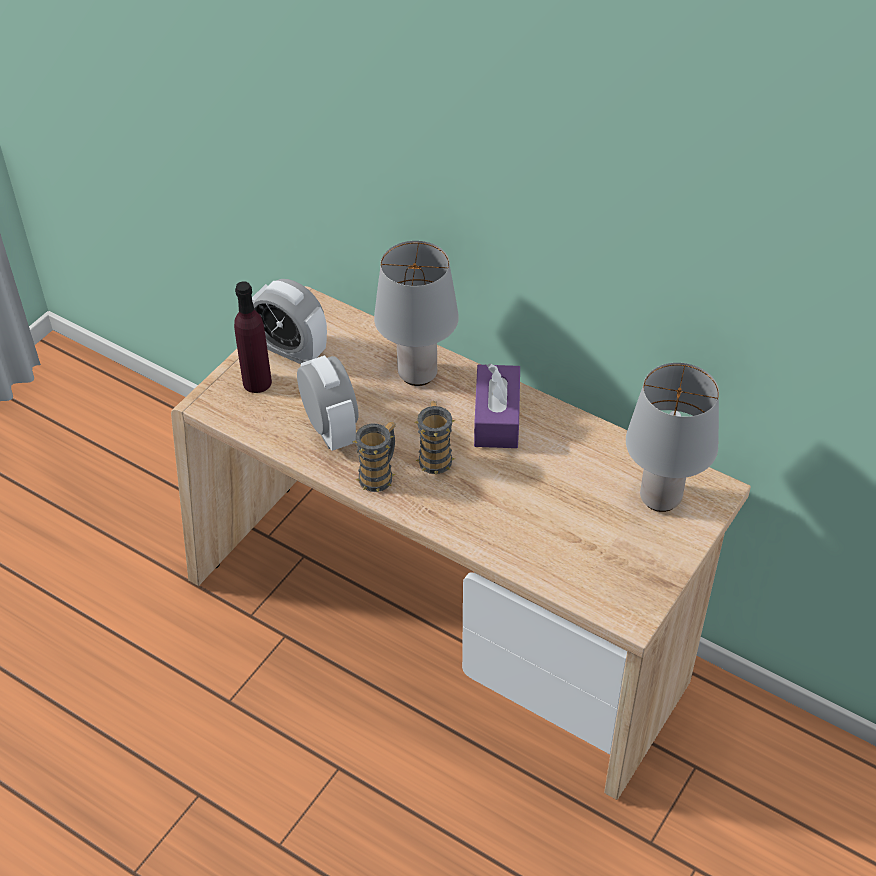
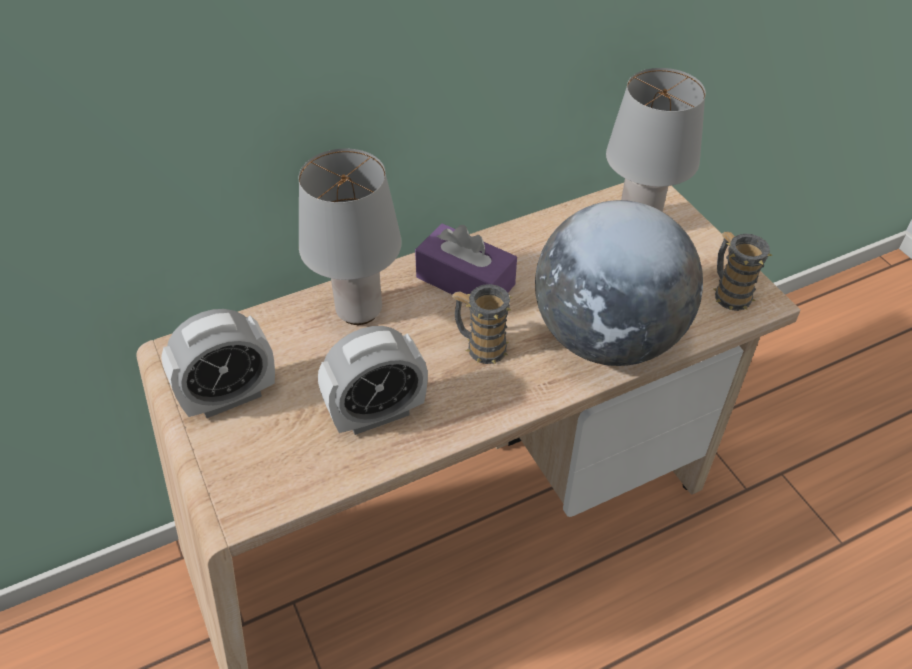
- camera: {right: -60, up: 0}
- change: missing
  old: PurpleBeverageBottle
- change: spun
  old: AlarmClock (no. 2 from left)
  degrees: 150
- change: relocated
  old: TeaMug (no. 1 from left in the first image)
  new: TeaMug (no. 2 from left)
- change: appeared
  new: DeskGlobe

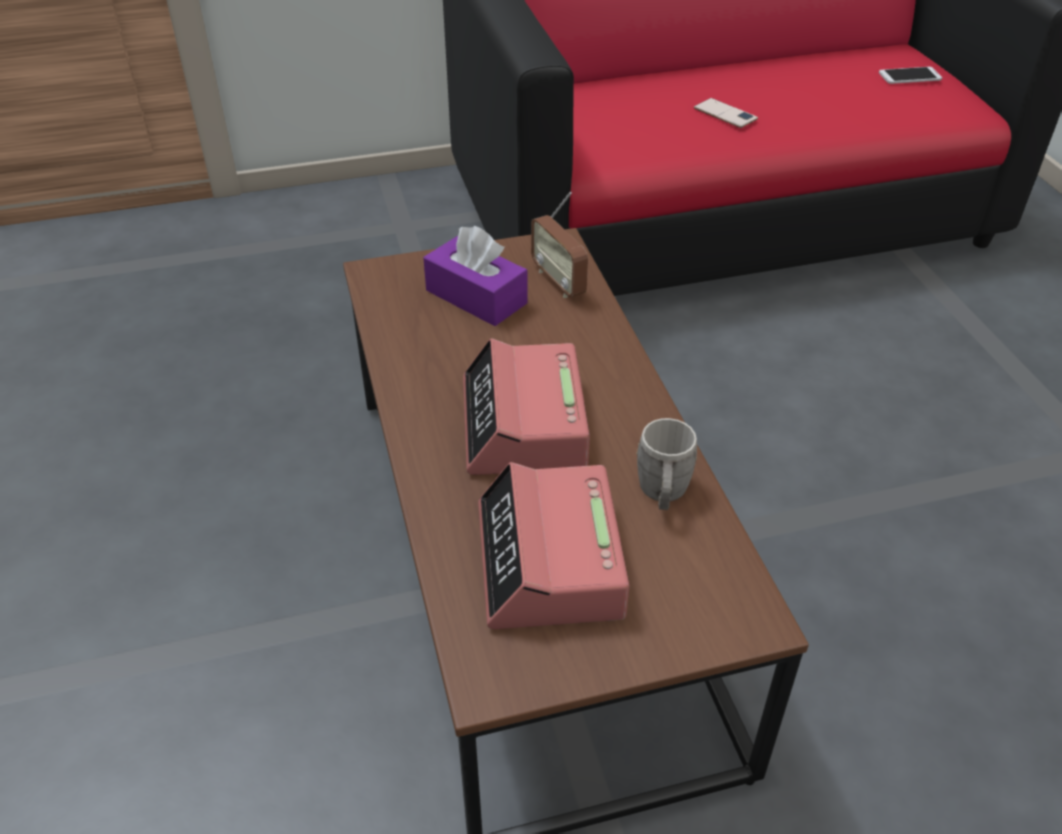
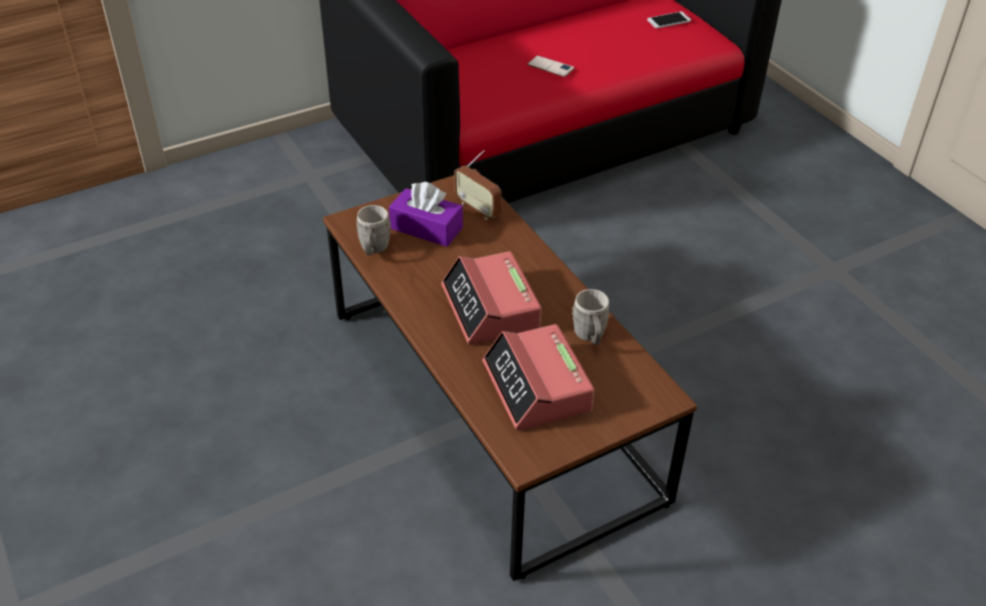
- camera: {right: -15, up: 0}
- change: appeared
  new: GrayTeaMug (no. 1 from left)

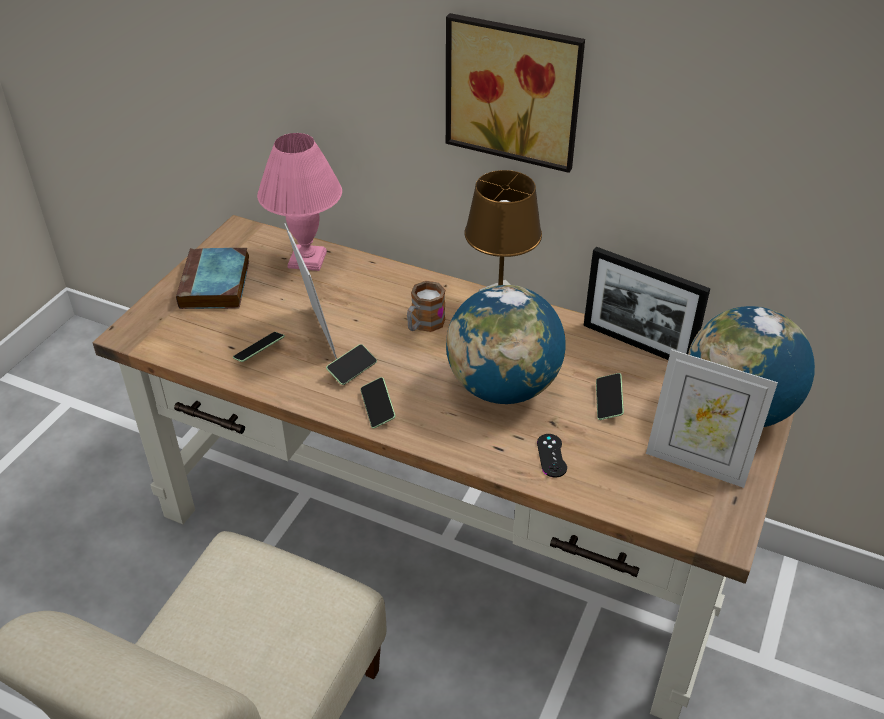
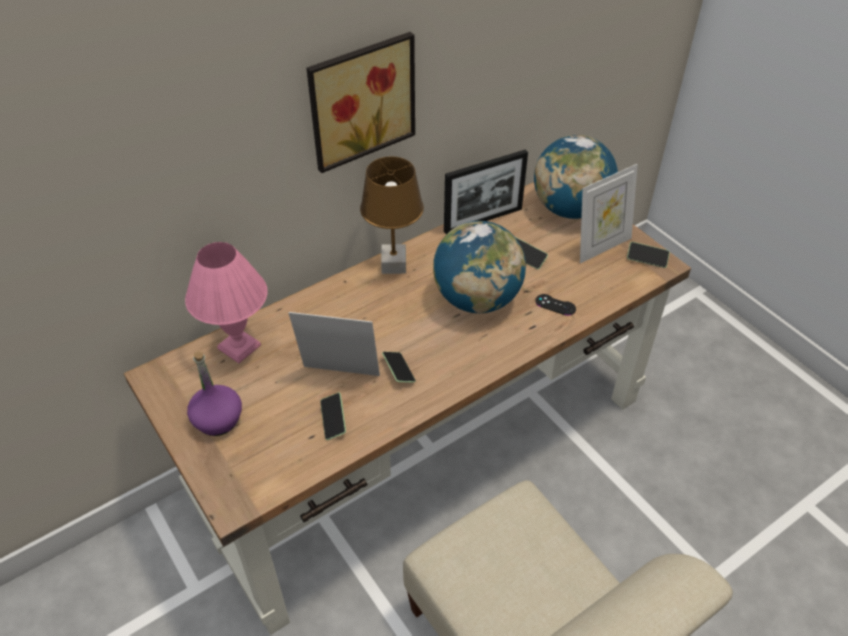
- camera: {right: -60, up: 5}
- change: exchanged
  old: Volume
  new: PurpleBeverageBottle
- change: relocated
  old: Phone (no. 3 from left in the first image)
  new: Phone (no. 4 from left)
- change: missing
  old: TeaMug

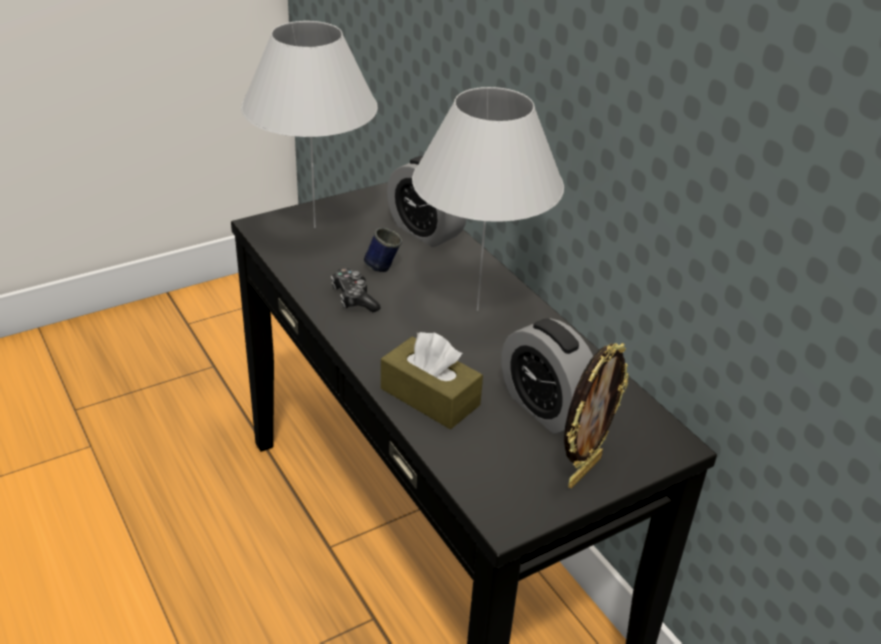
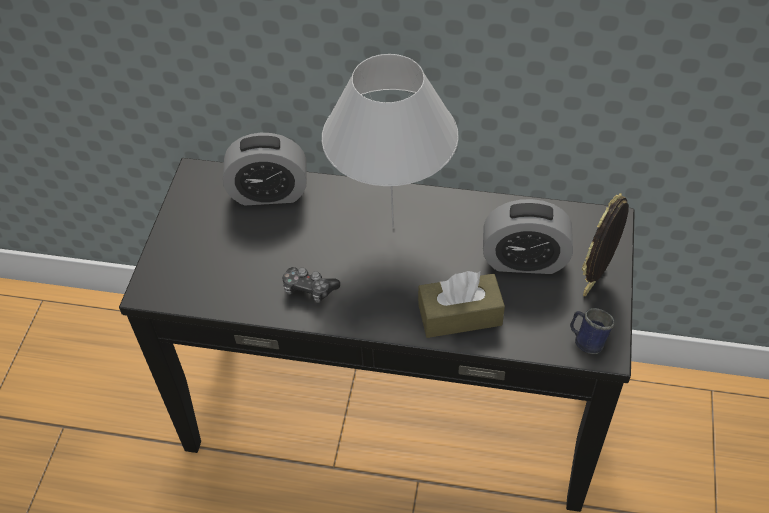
- camera: {right: -45, up: 15}
- change: missing
  old: WhitishTableLamp (no. 1 from left)
- change: relocated
  old: BlueTeaMug
- change: spun
  old: PhotoFrame
  degrees: -135

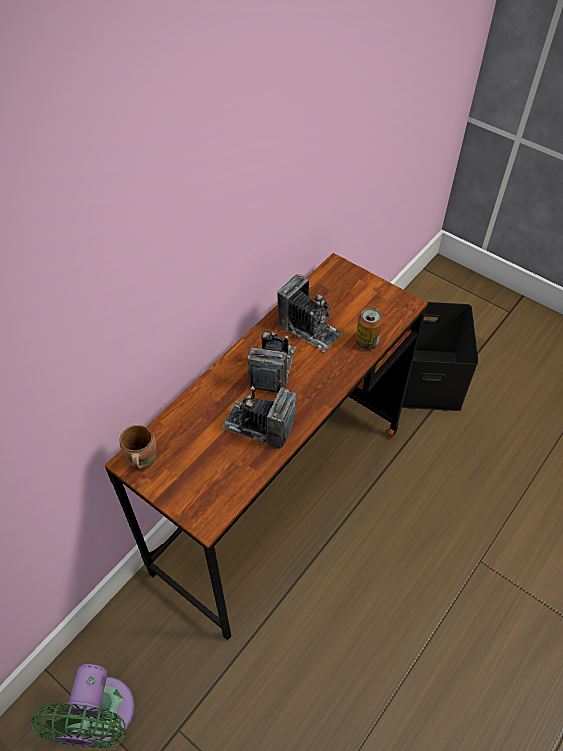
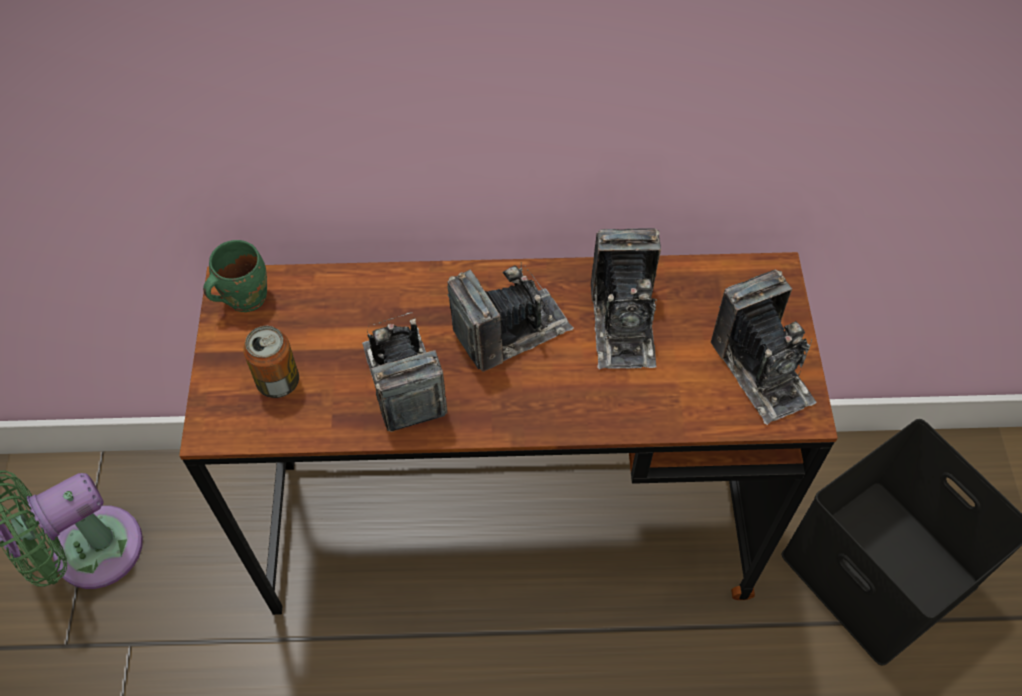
- camera: {right: 50, up: 5}
- change: colour
  old: BrownColouredTeaMug
  new: GreenTeaMug
- change: relocated
  old: Can
- change: appeared
  new: StillCamera (no. 4 from left)

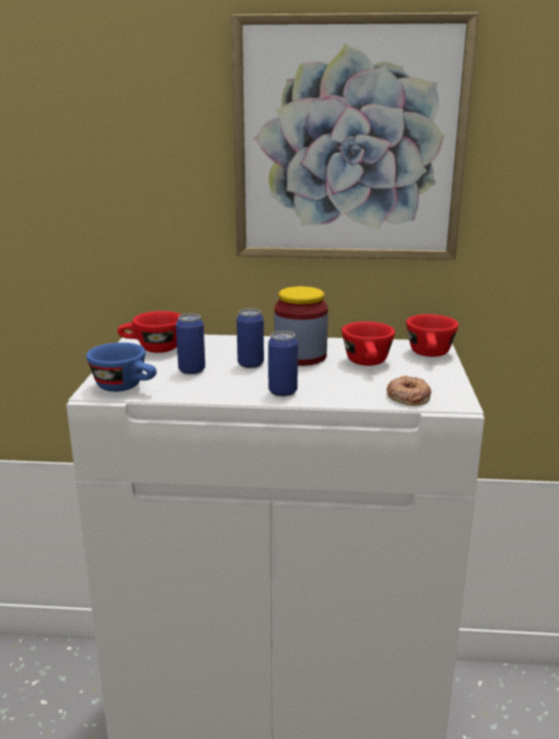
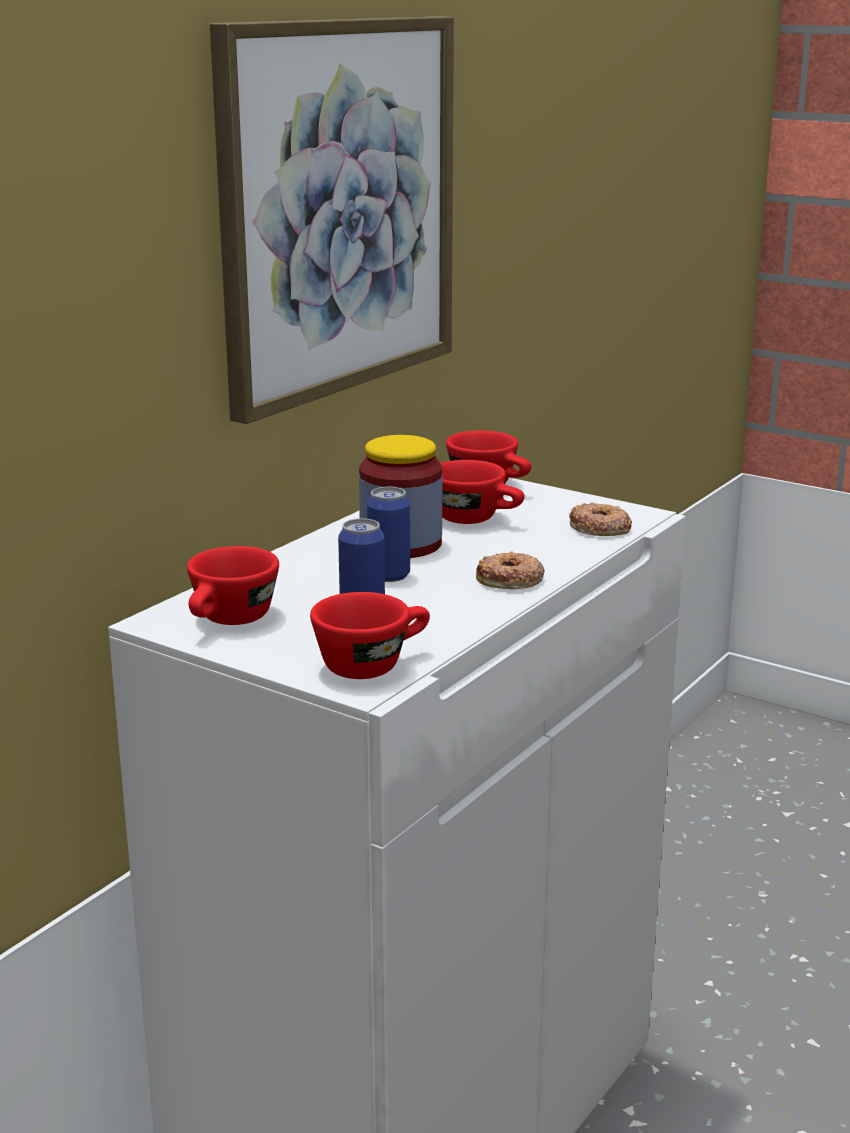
- camera: {right: -60, up: 0}
- change: colour
  old: BlueDrinkingCup
  new: ReddishDrinkingCup (no. 2 from left)
- change: exchanged
  old: Can (no. 3 from left)
  new: Donut (no. 1 from left)

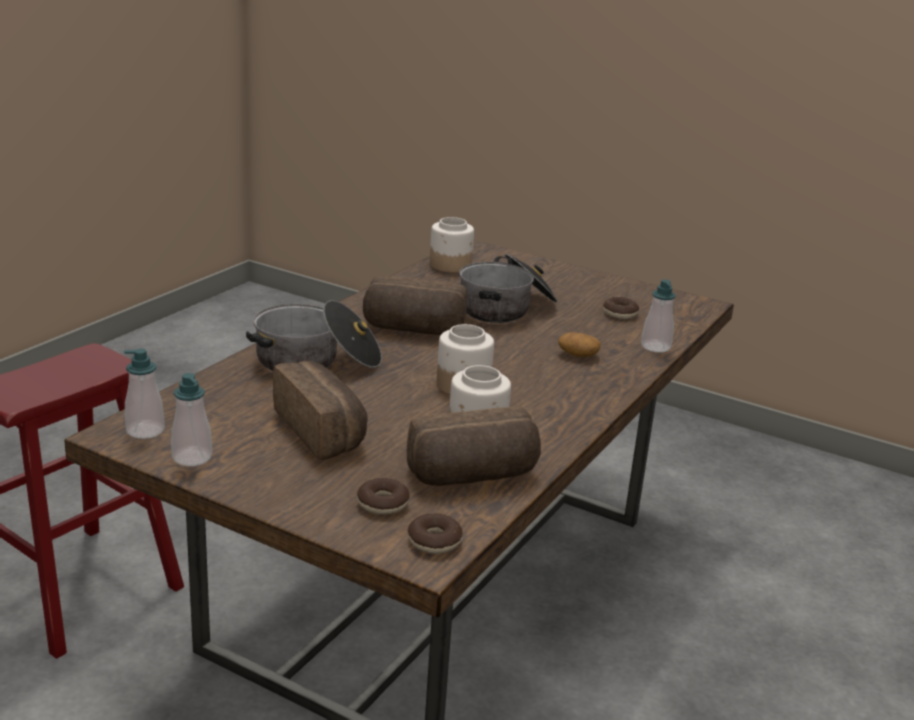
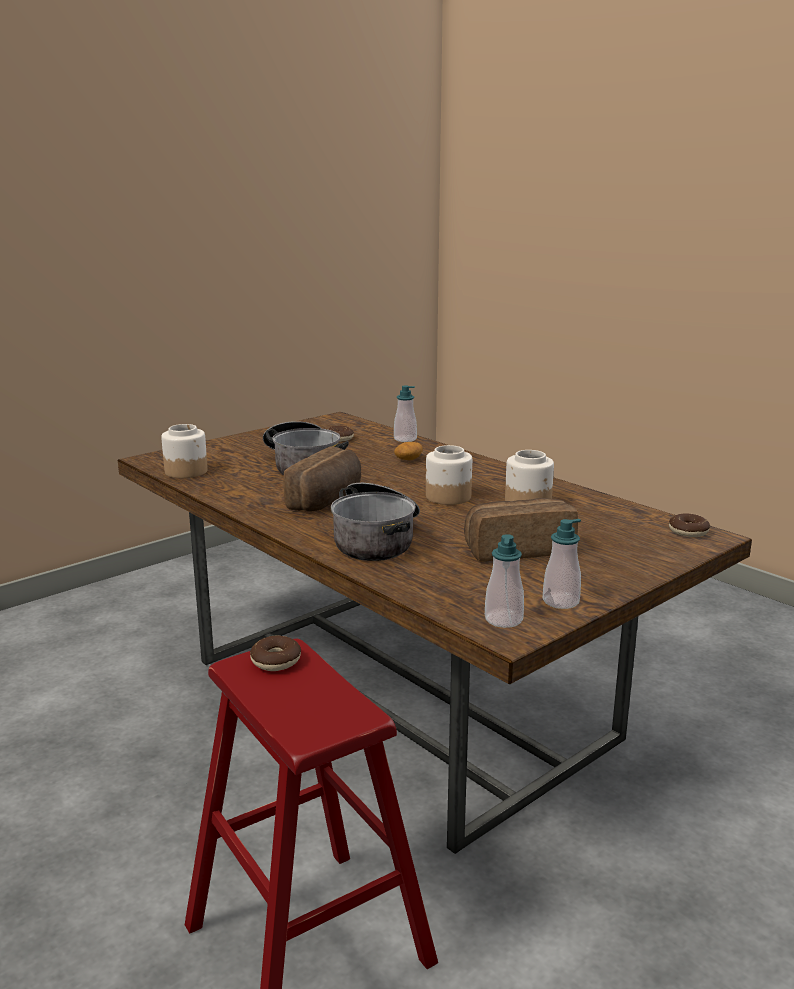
- camera: {right: -70, up: -5}
- change: relocated
  old: Donut (no. 1 from left)
- change: missing
  old: BakedBread (no. 3 from left)

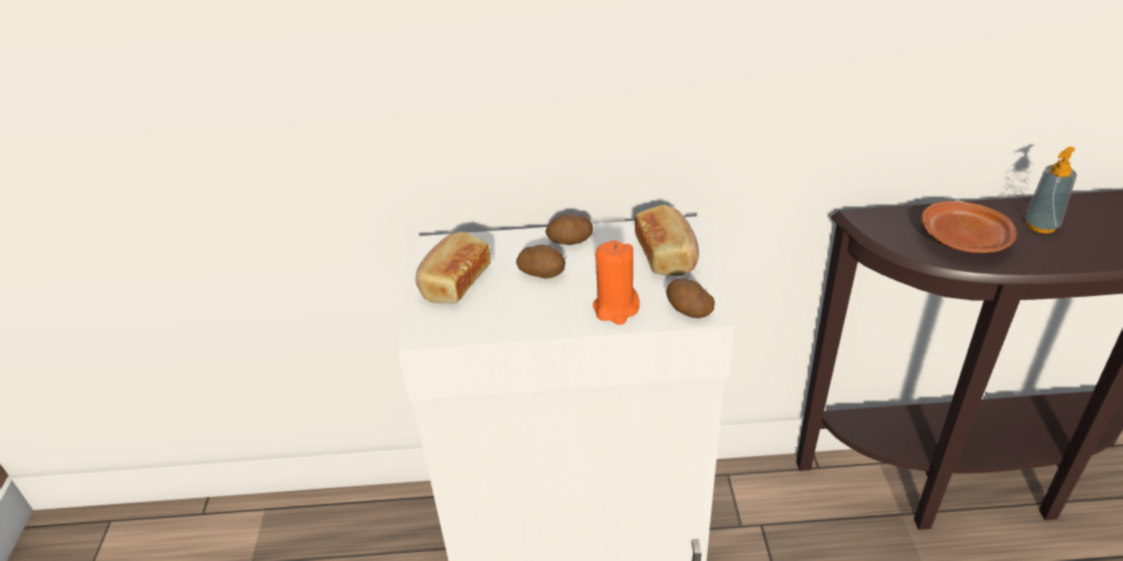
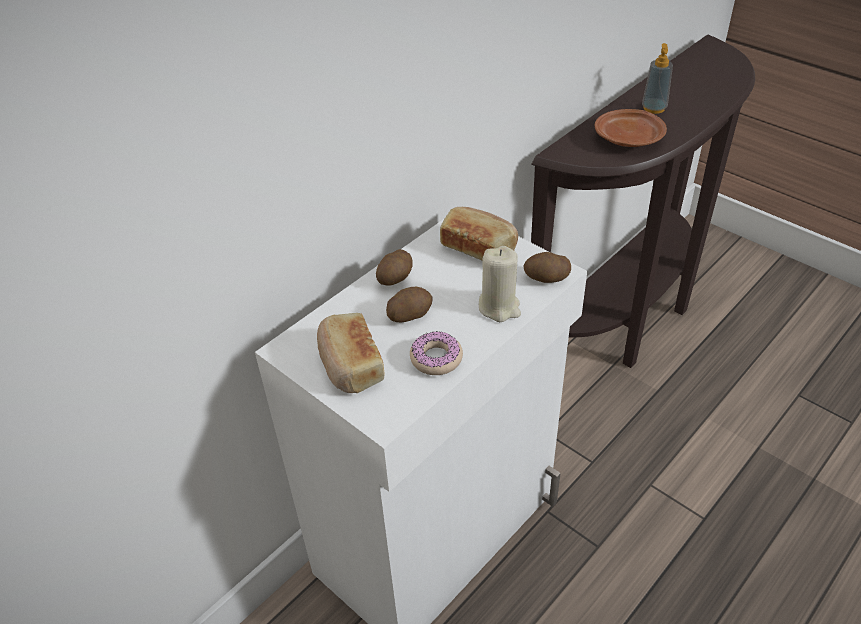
- camera: {right: -45, up: 5}
- change: colour
  old: OrangeColouredWaxLight
  new: BeigeWaxLight
- change: appeared
  new: Donut

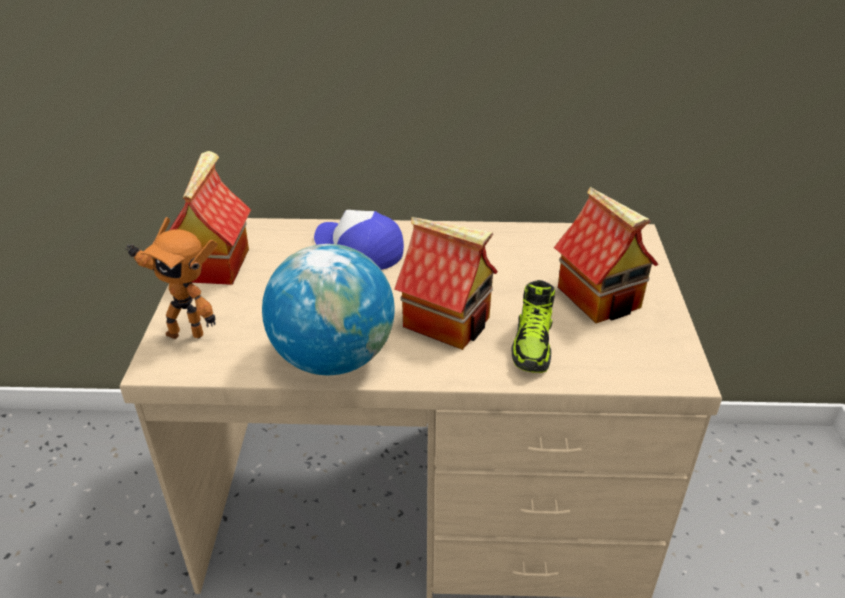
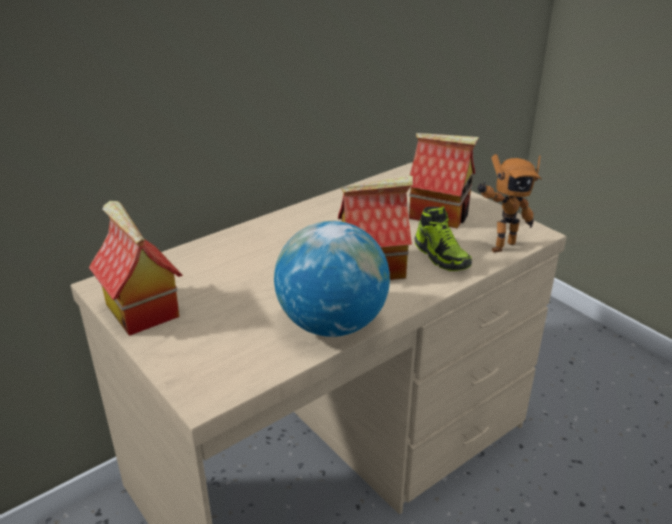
- camera: {right: -40, up: -5}
- change: relocated
  old: ModelRobot
- change: missing
  old: BaseballCap

